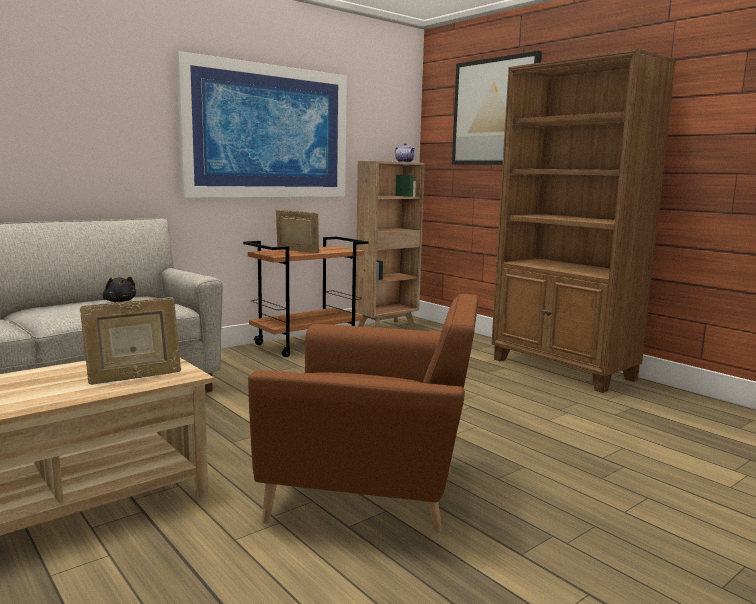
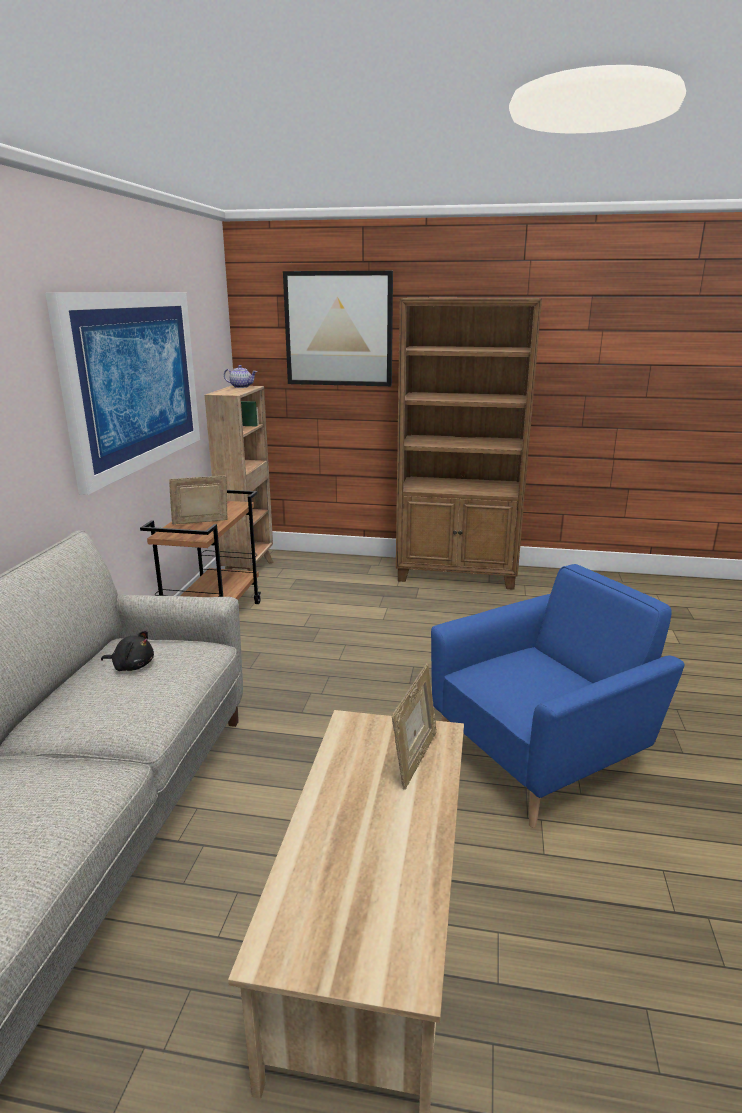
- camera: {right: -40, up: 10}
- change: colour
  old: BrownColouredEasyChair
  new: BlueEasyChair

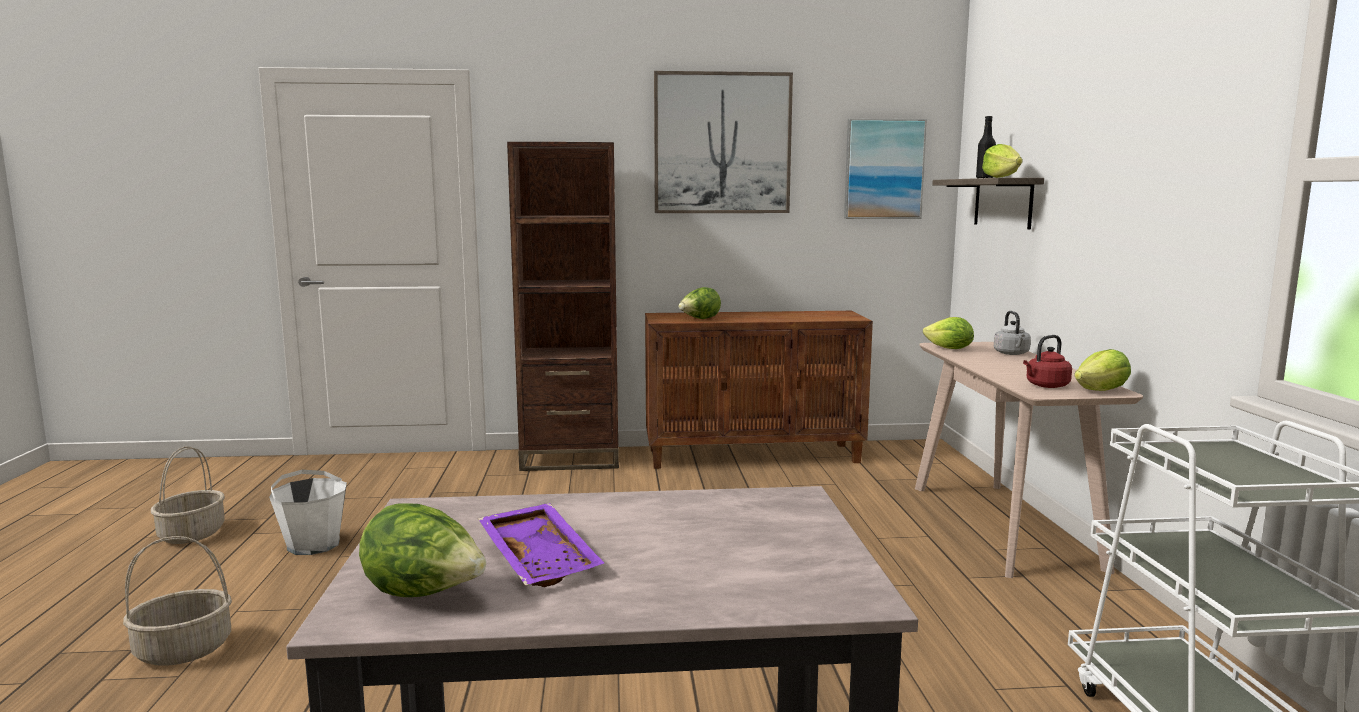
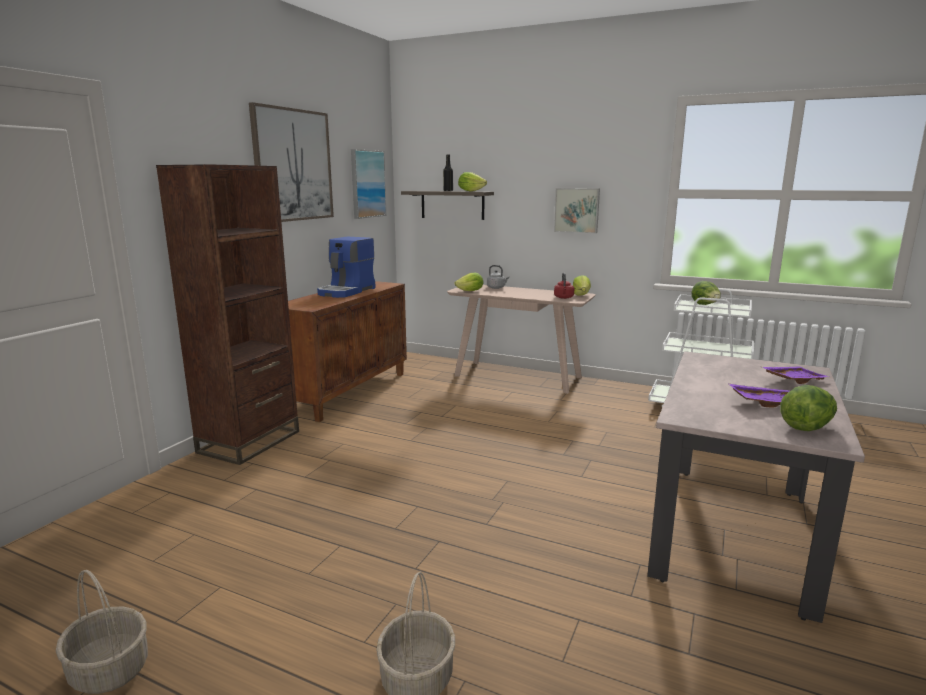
- camera: {right: -60, up: 5}
- change: missing
  old: WhitishBucket
- change: relocated
  old: HeadOfLettuce (no. 2 from left in the first image)
  new: HeadOfLettuce (no. 4 from left)
- change: appeared
  new: CoffeeMachine
- change: appeared
  new: Picture (no. 3 from left)
- change: appeared
  new: PurpleServingTray (no. 2 from left)

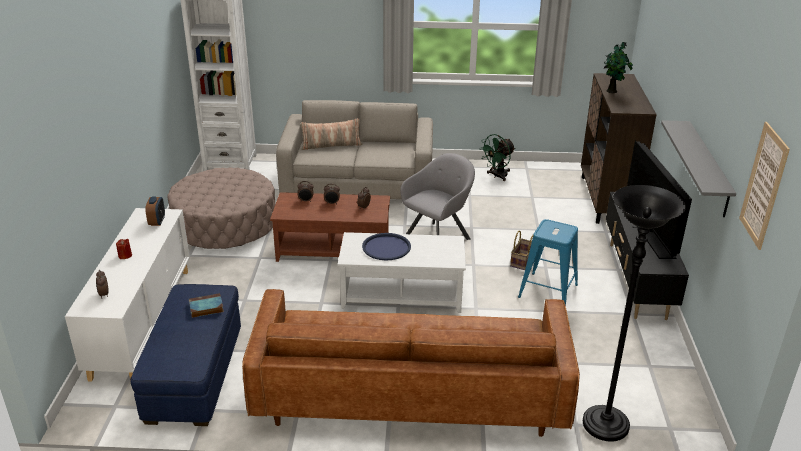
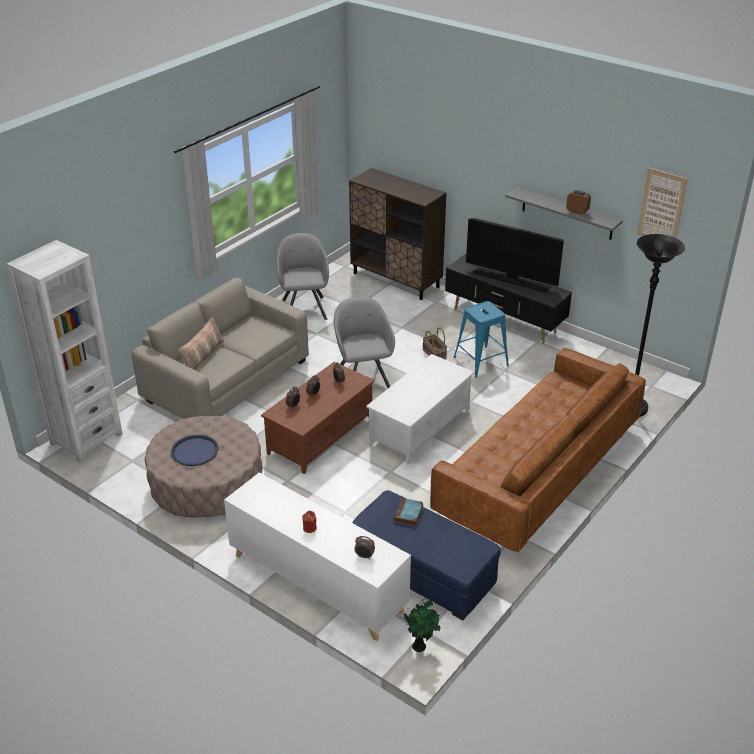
- camera: {right: -55, up: 5}
- change: relocated
  old: AlarmClock (no. 2 from left in the first image)
  new: AlarmClock (no. 5 from left)
- change: relocated
  old: BlueServingTray
- change: exchanged
  old: GreenCoolingFan
  new: GrayEasyChair (no. 1 from left)
- change: relocated
  old: PlantInAPot

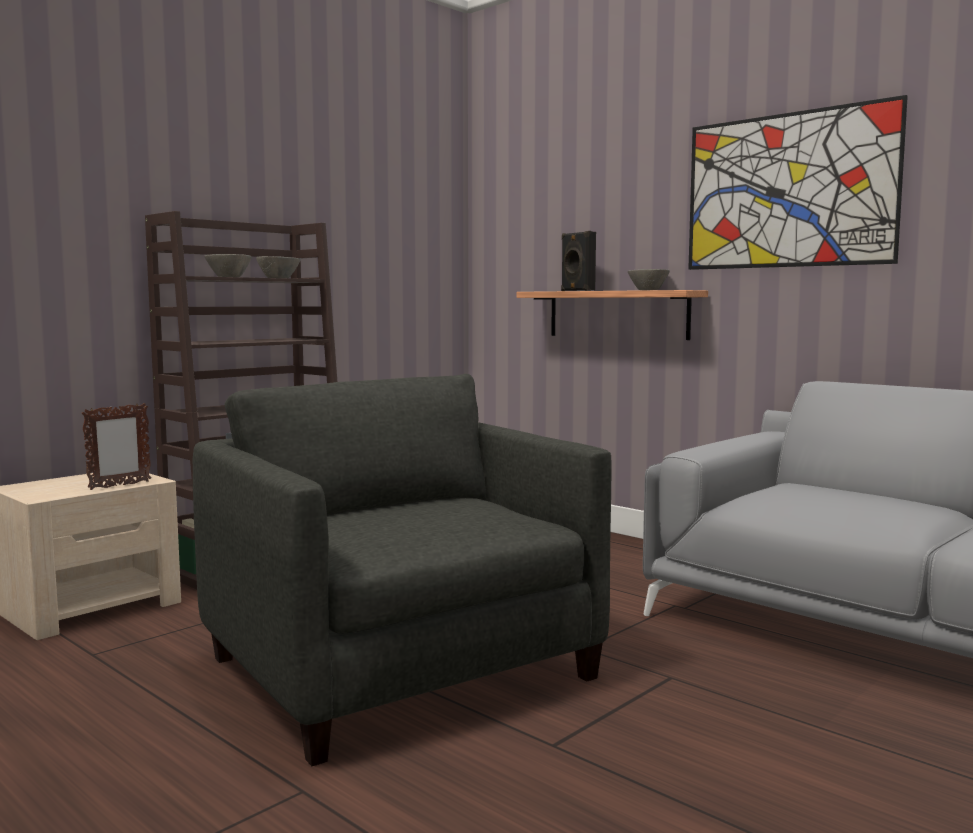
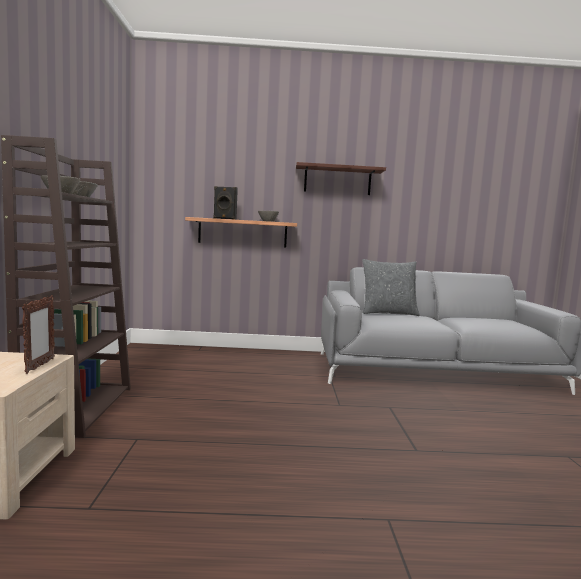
- camera: {right: -45, up: 0}
- change: missing
  old: GrayEasyChair
- change: exchanged
  old: Picture
  new: BracketShelf (no. 2 from left)
- change: appeared
  new: GrayThrowPillow

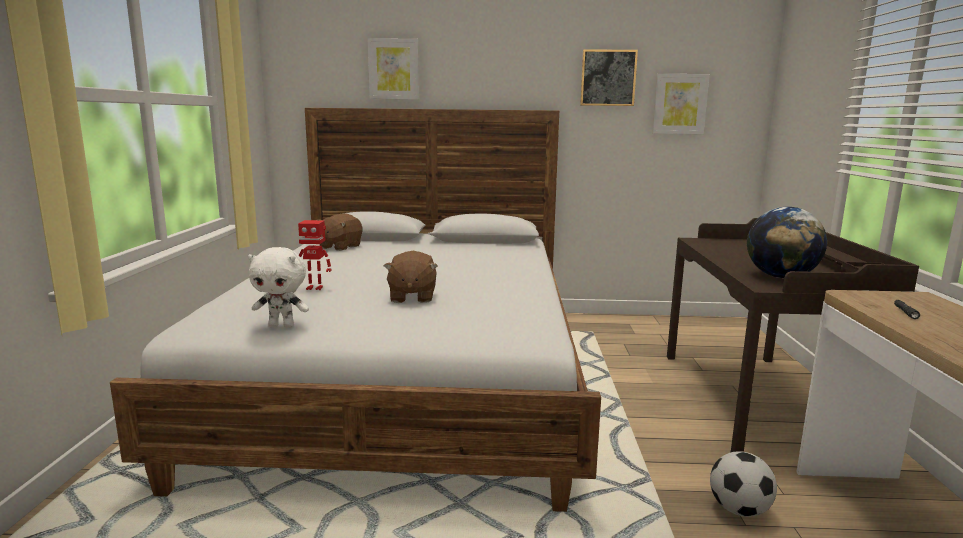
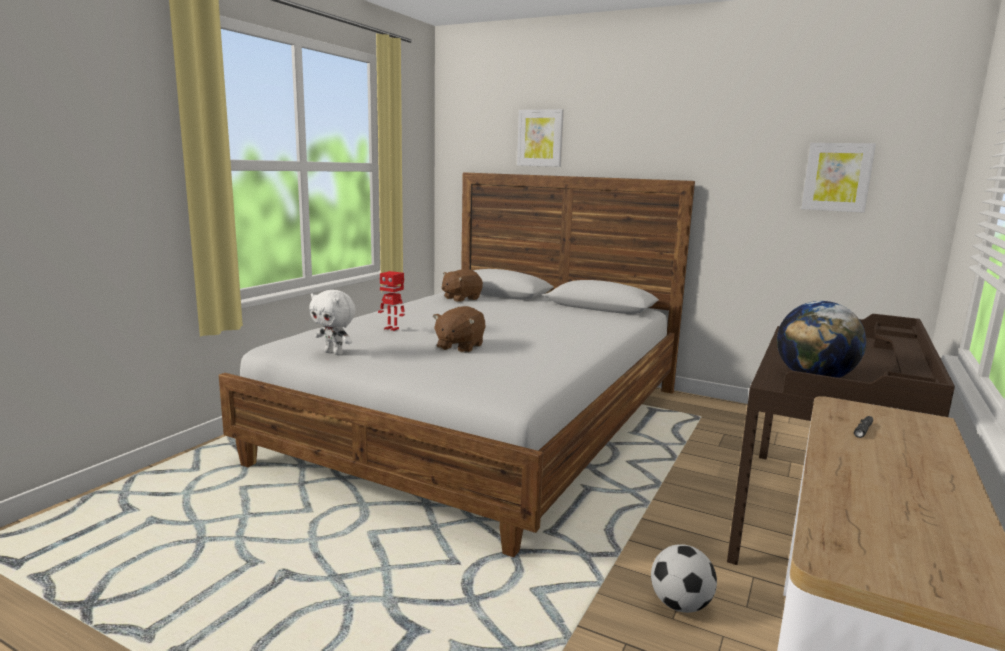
- camera: {right: 25, up: 0}
- change: missing
  old: Picture (no. 2 from left)

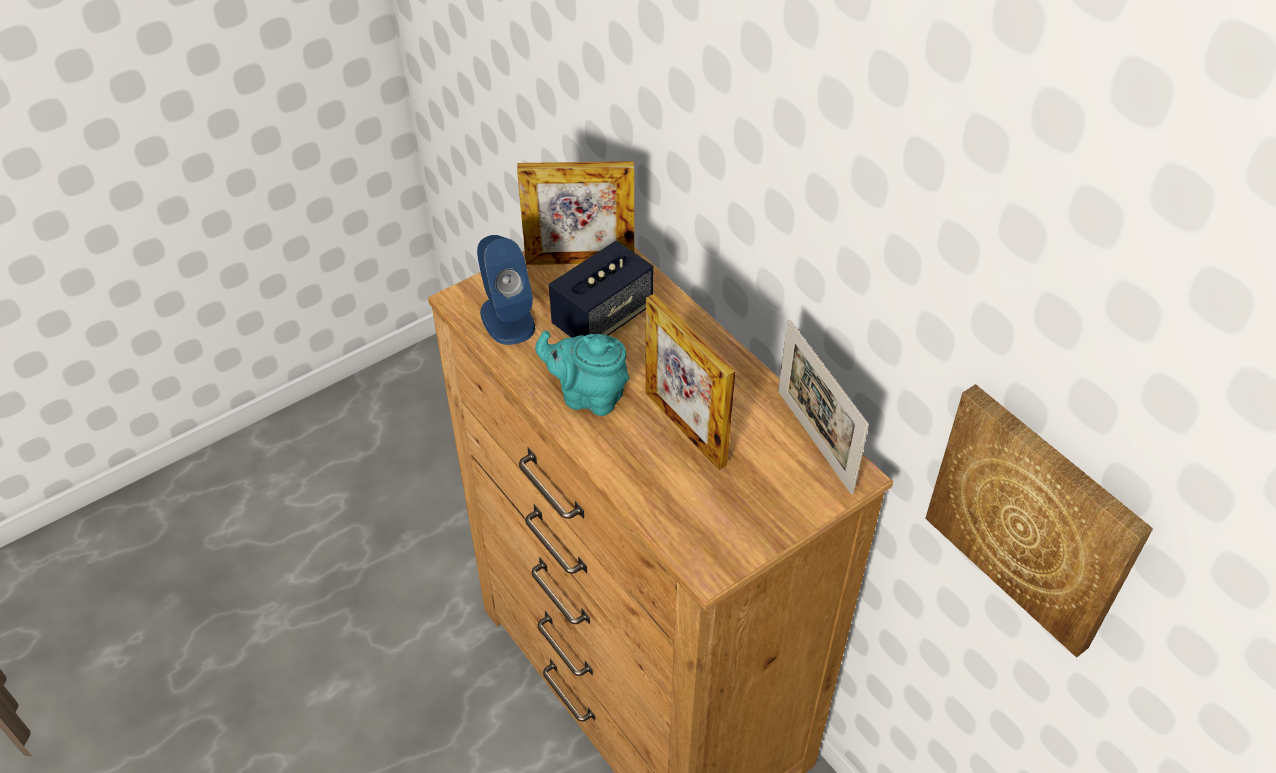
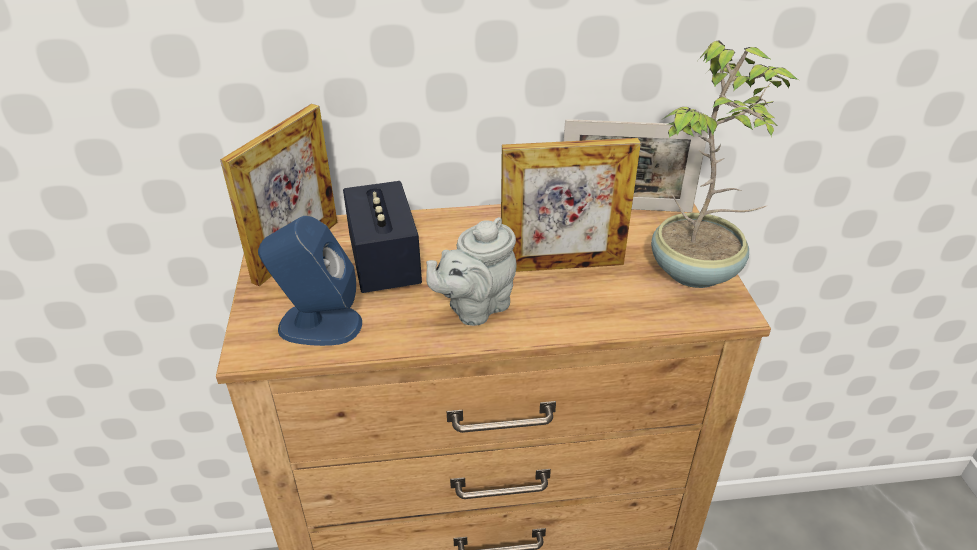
- camera: {right: -60, up: -10}
- change: colour
  old: TurquoisePotForTea
  new: GrayPotForTea
- change: missing
  old: Picture
- change: appeared
  new: PlantInAPot

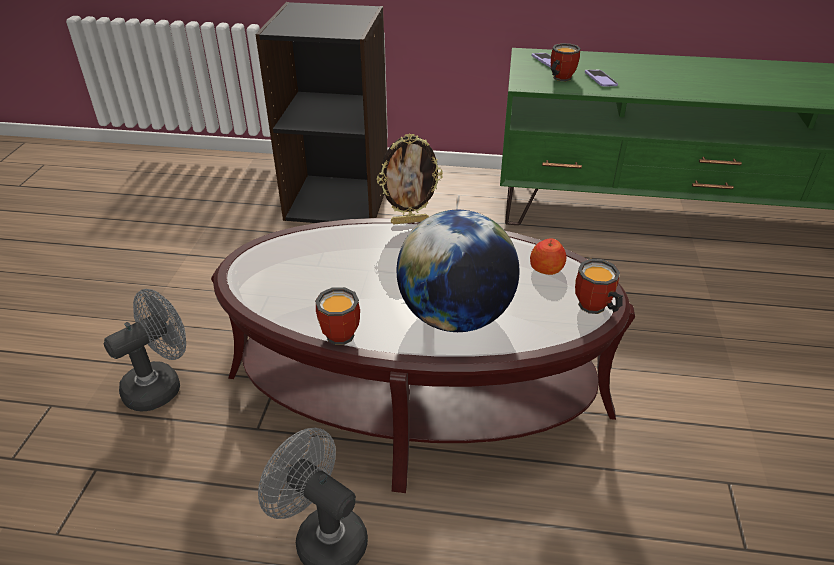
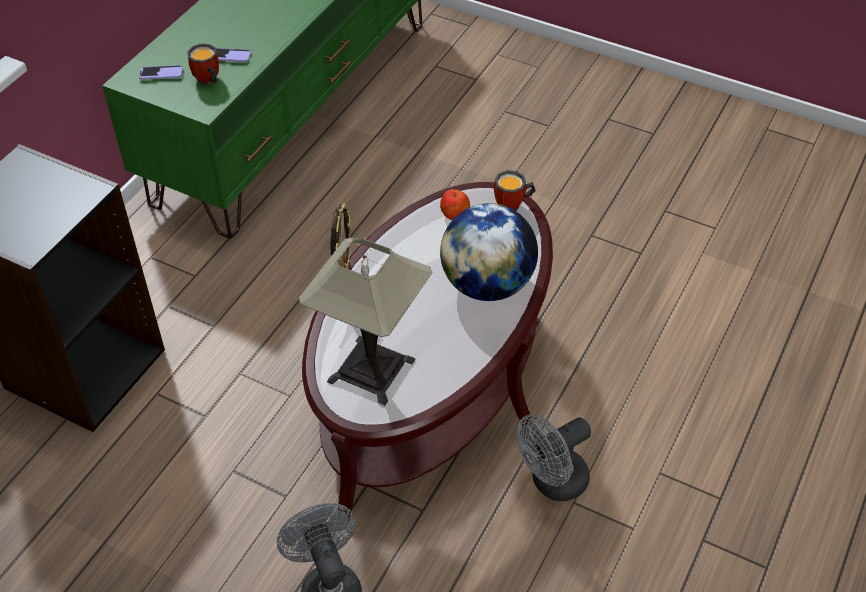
- camera: {right: -70, up: 10}
- change: missing
  old: TeaMug (no. 1 from left)
- change: appeared
  new: TableLamp

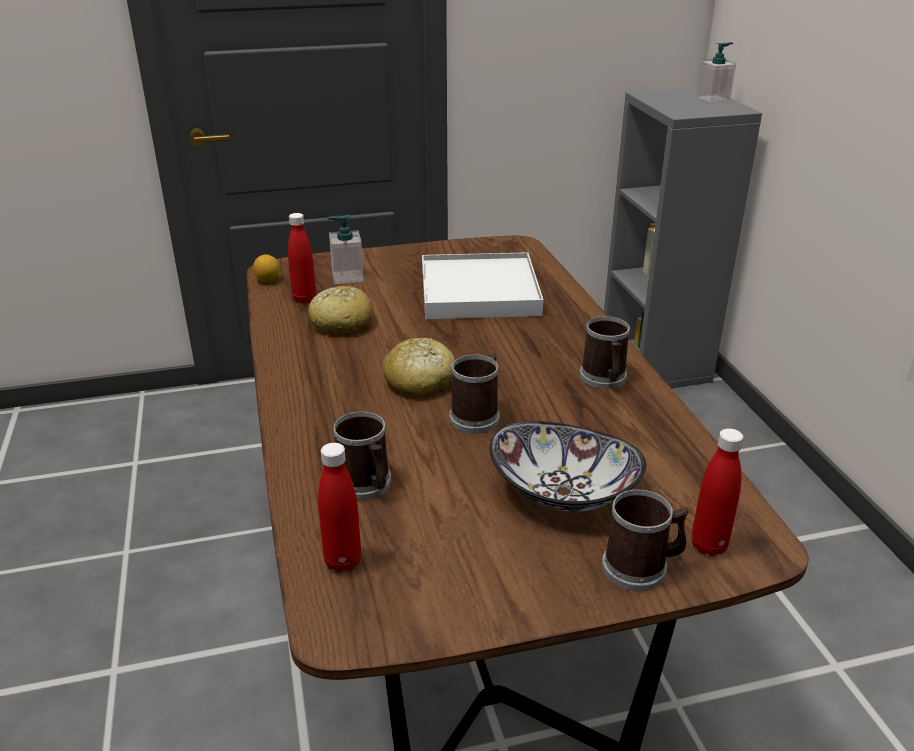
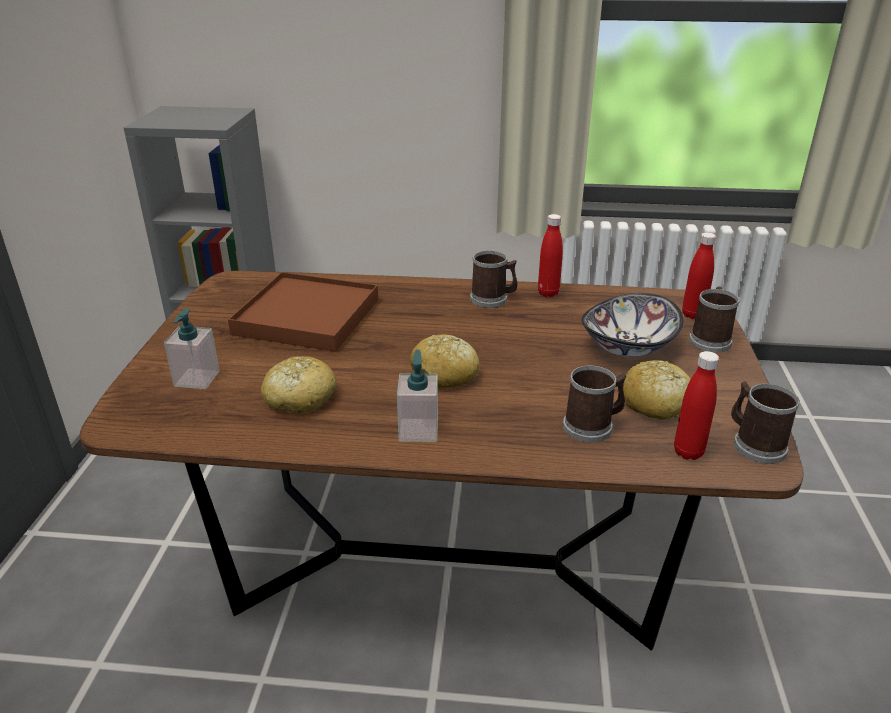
- camera: {right: -70, up: 0}
- change: missing
  old: WholeLemon
- change: relocated
  old: ReddishBeverageBottle (no. 1 from left)
- change: colour
  old: WhitishServingTray
  new: BrownColouredServingTray
- change: relocated
  old: TeaMug (no. 2 from left in the first image)
  new: TeaMug (no. 4 from left)
- change: relocated
  old: SoapDispenser (no. 2 from left)
- change: appeared
  new: BakedBread (no. 3 from left)

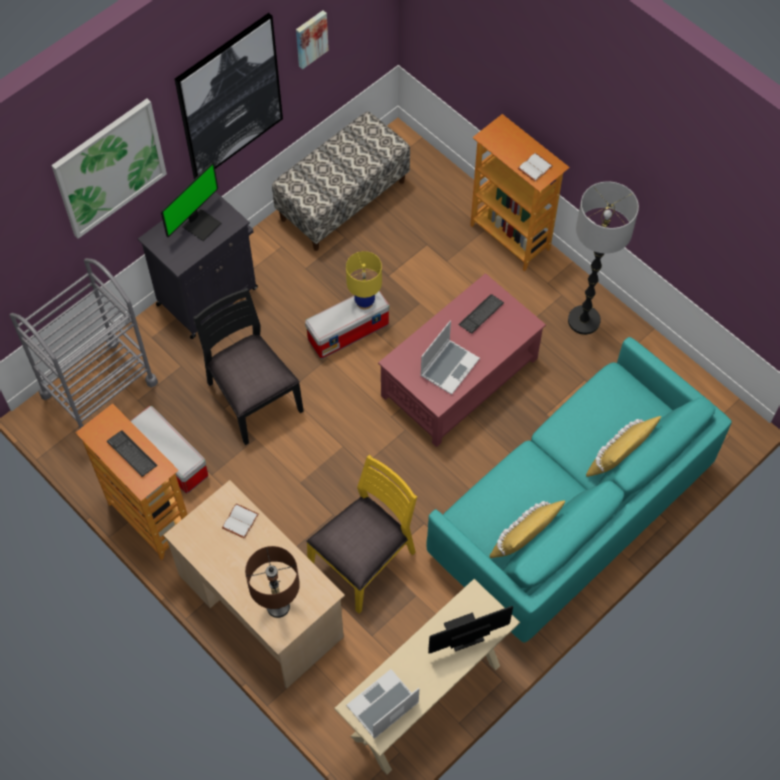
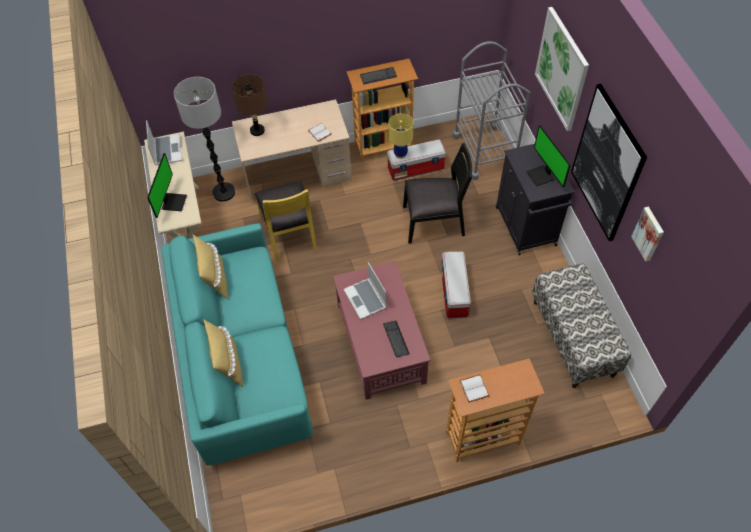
- camera: {right: 120, up: -5}
- change: relocated
  old: YellowishTableLamp
- change: relocated
  old: StandingLamp

